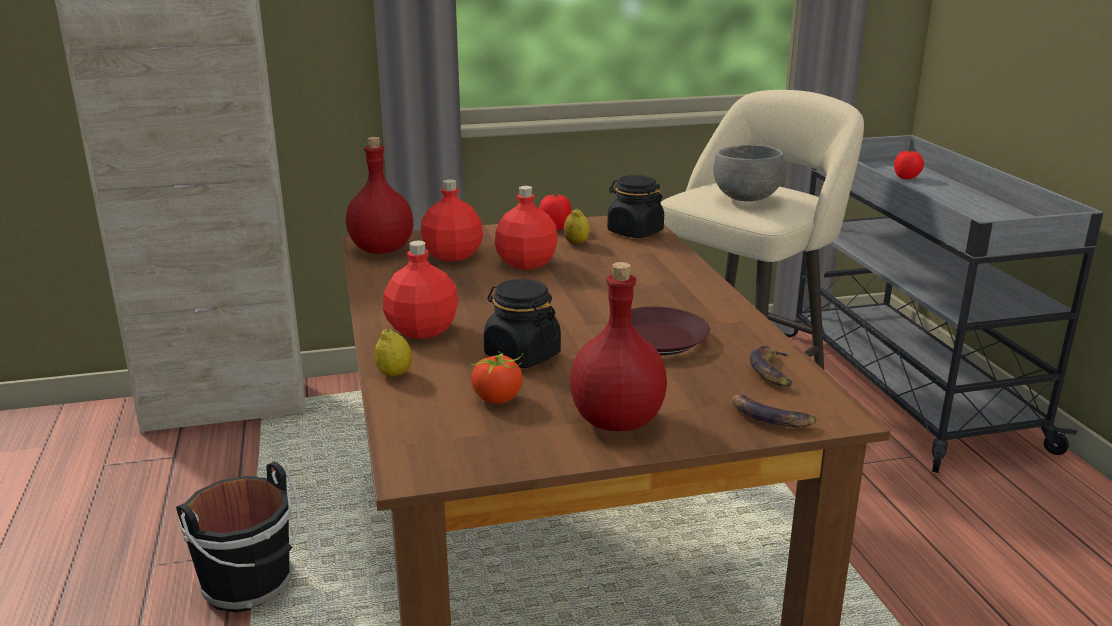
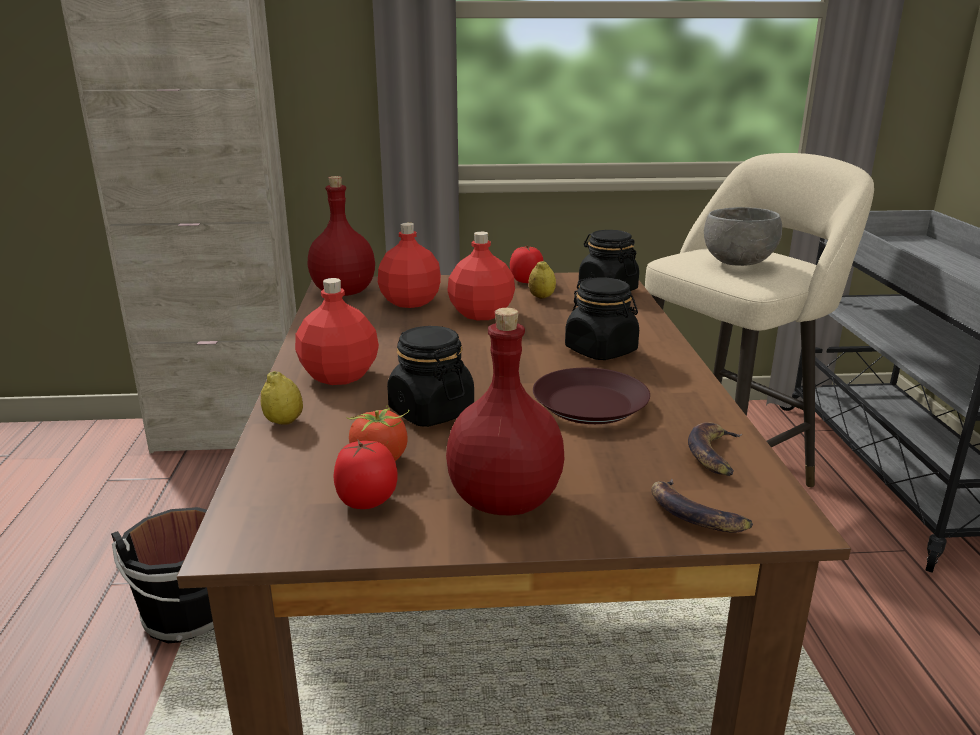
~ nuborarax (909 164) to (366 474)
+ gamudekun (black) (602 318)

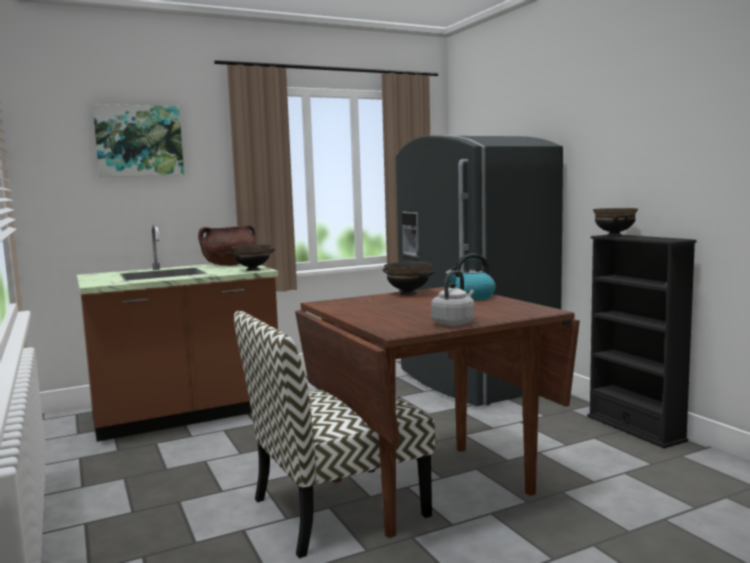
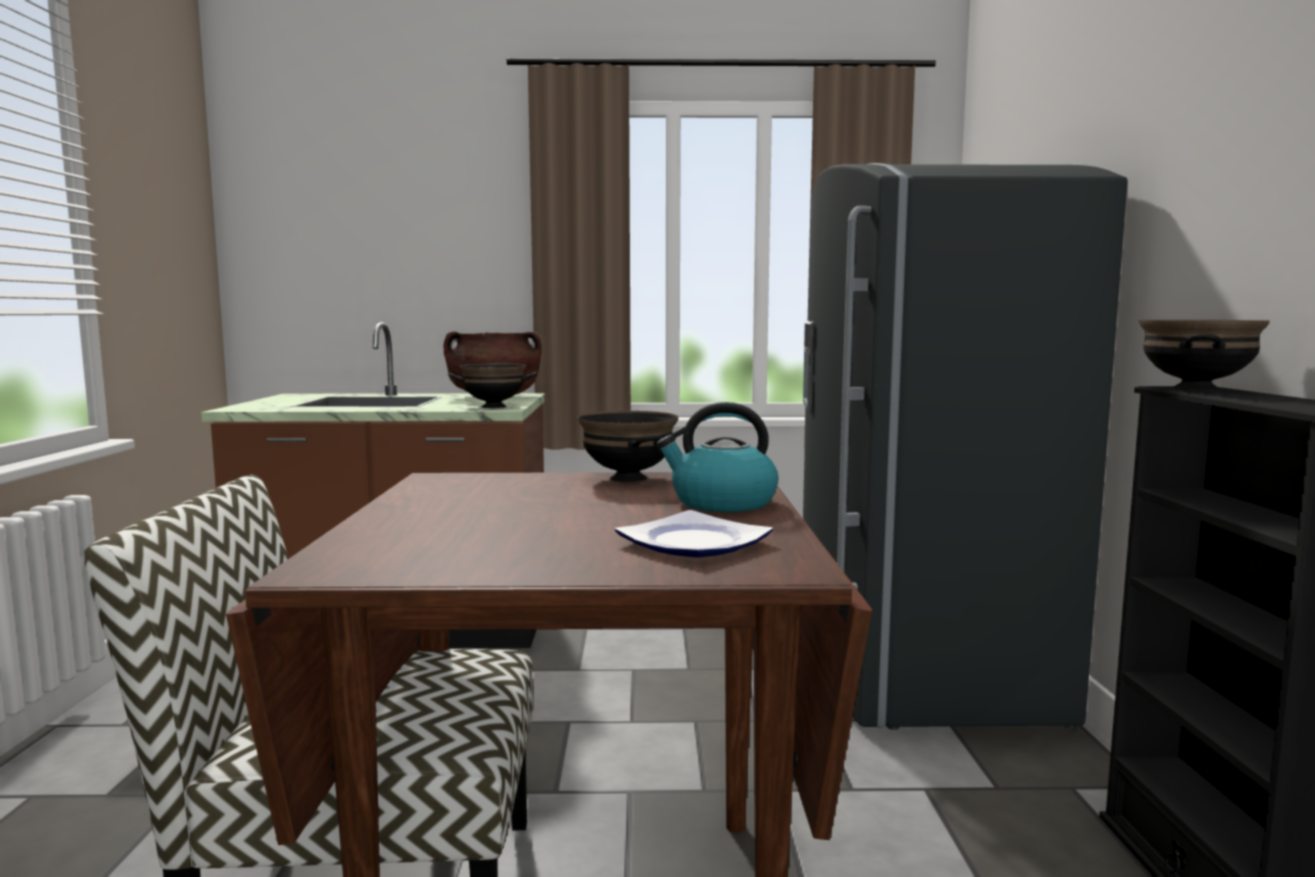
- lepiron (138 140)
- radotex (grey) (452 298)
+ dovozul (694 534)

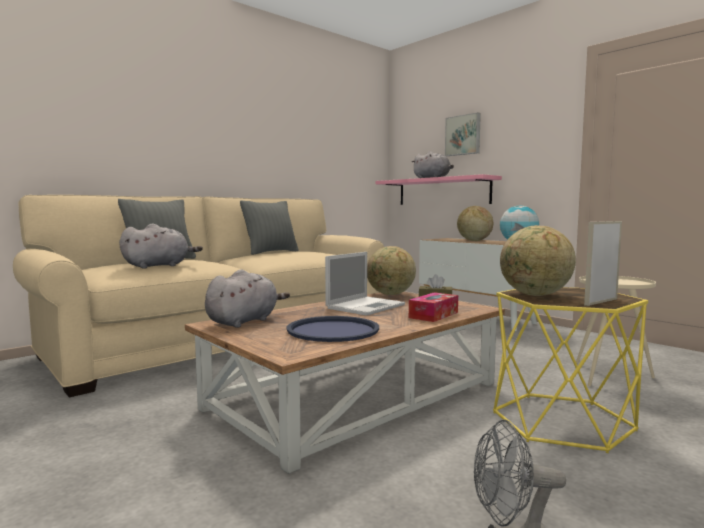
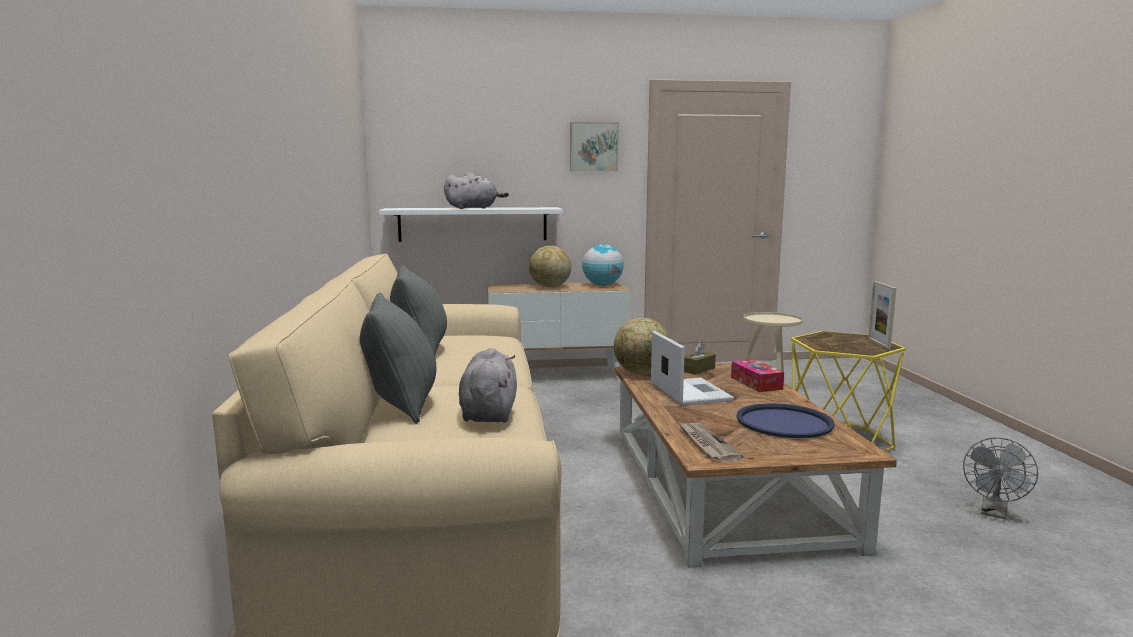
~ lepiron (463 134) to (594 147)
~ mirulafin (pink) (439 189) to mirulafin (white) (471 224)
- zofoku (538 260)
~ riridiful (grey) (247 298) to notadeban (712 442)

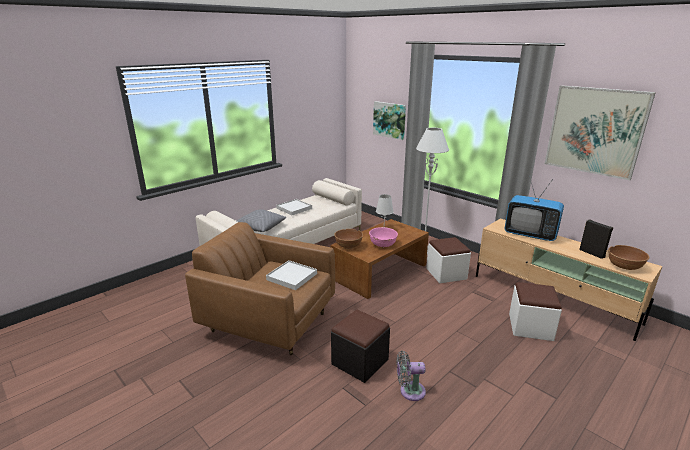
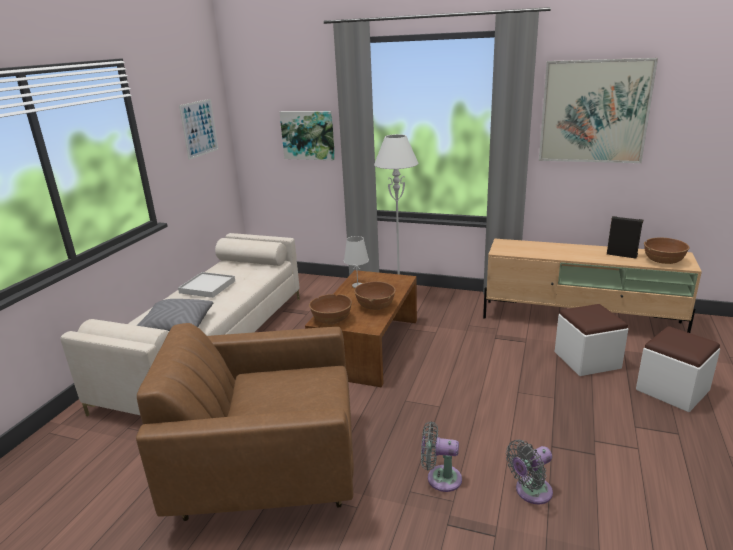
- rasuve (534 208)
~ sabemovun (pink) (383 237) to sabemovun (brown) (375 295)
~ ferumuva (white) (448 260) to (678 369)
- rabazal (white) (291 275)
~ ferumuva (black) (360 346) to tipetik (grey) (441 456)
+ lepiron (198 129)

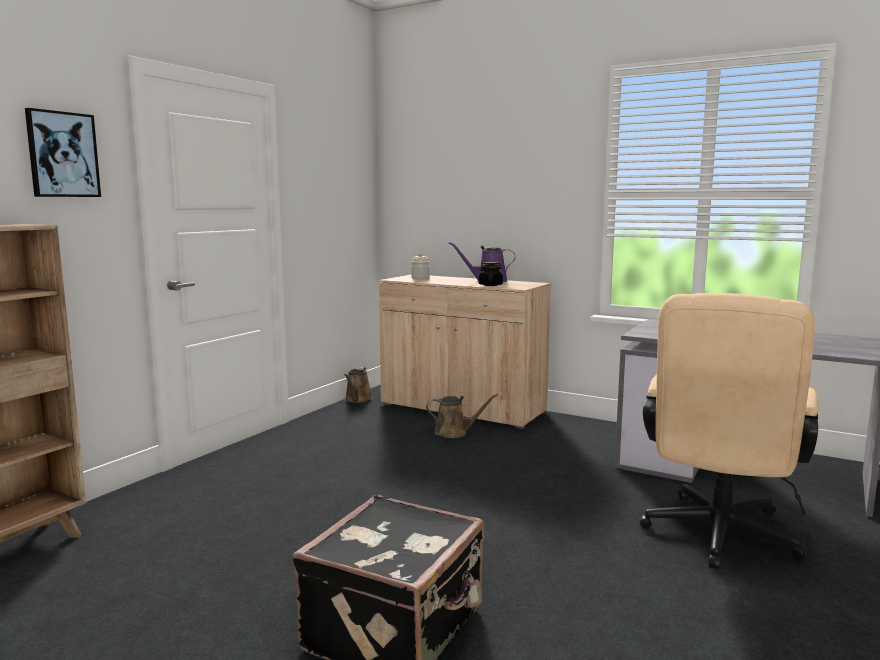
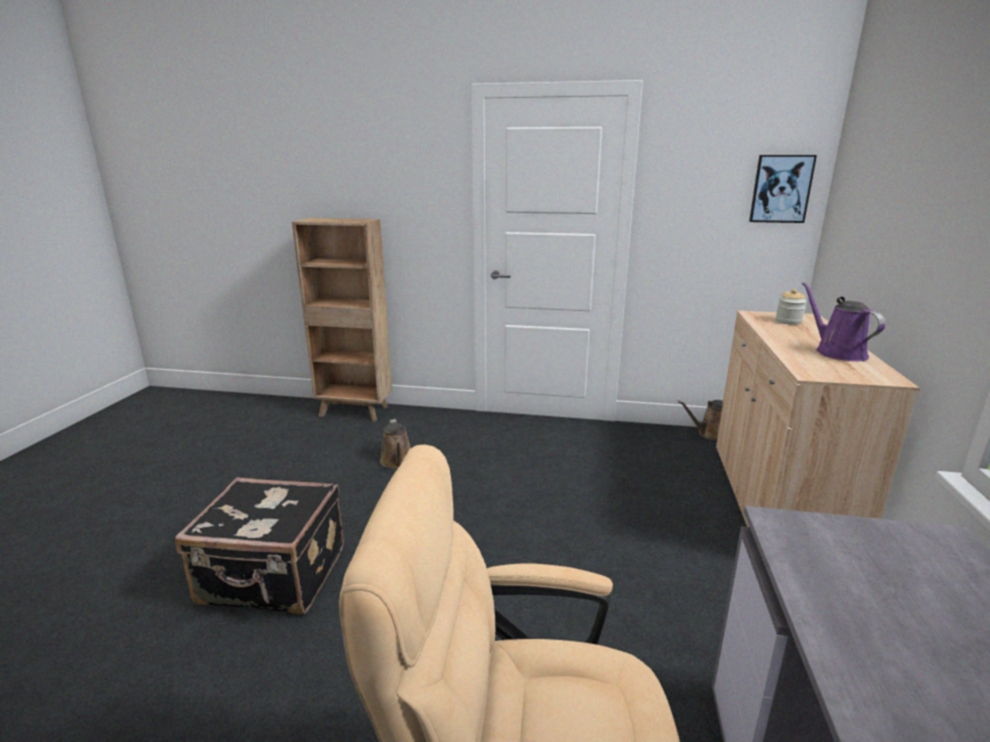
~ lepiron (63 152) to (783 189)
- gamudekun (black) (491 274)
~ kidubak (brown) (462 416) to (395 443)

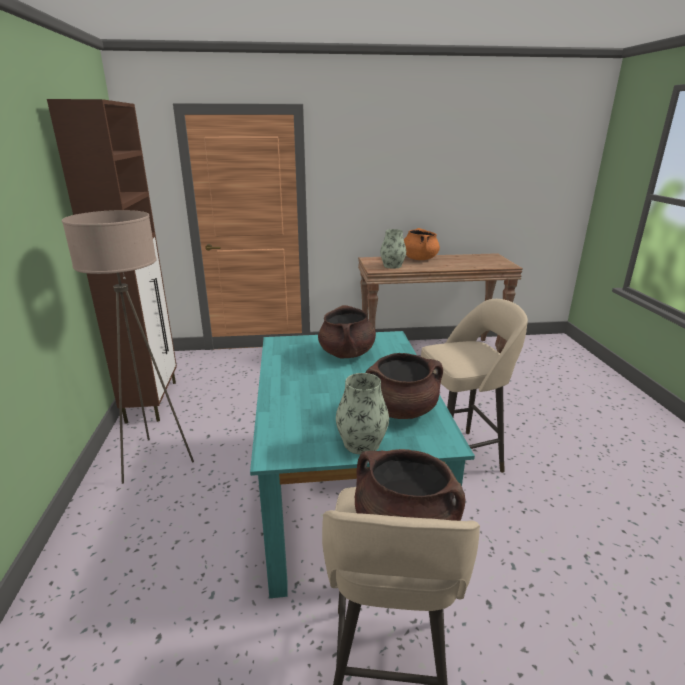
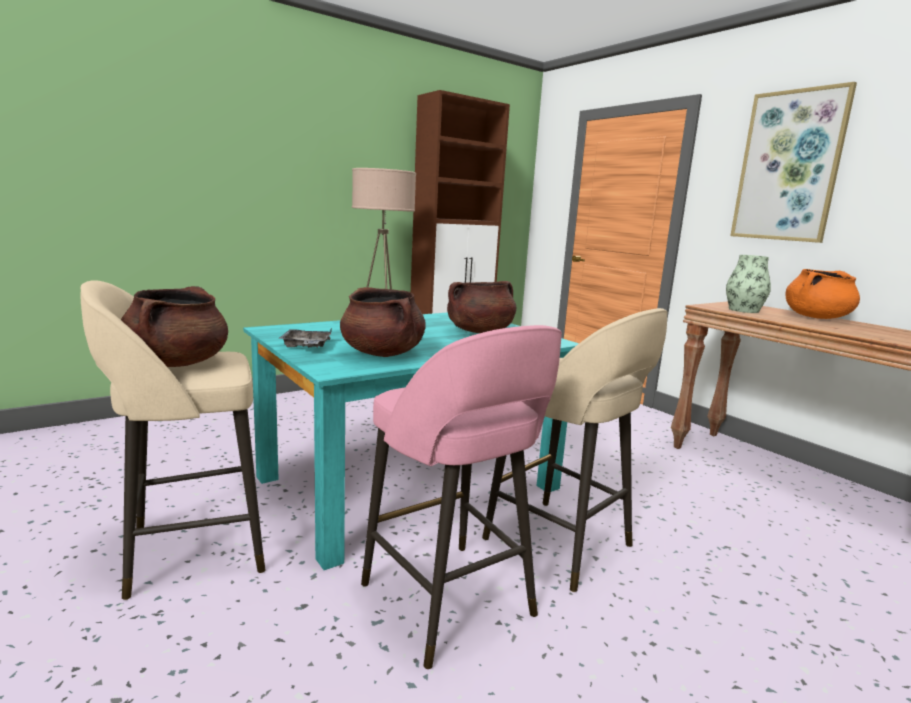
~ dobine (362 414) to rabazal (grey) (305 338)
+ lepiron (793 162)
+ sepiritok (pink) (461 497)

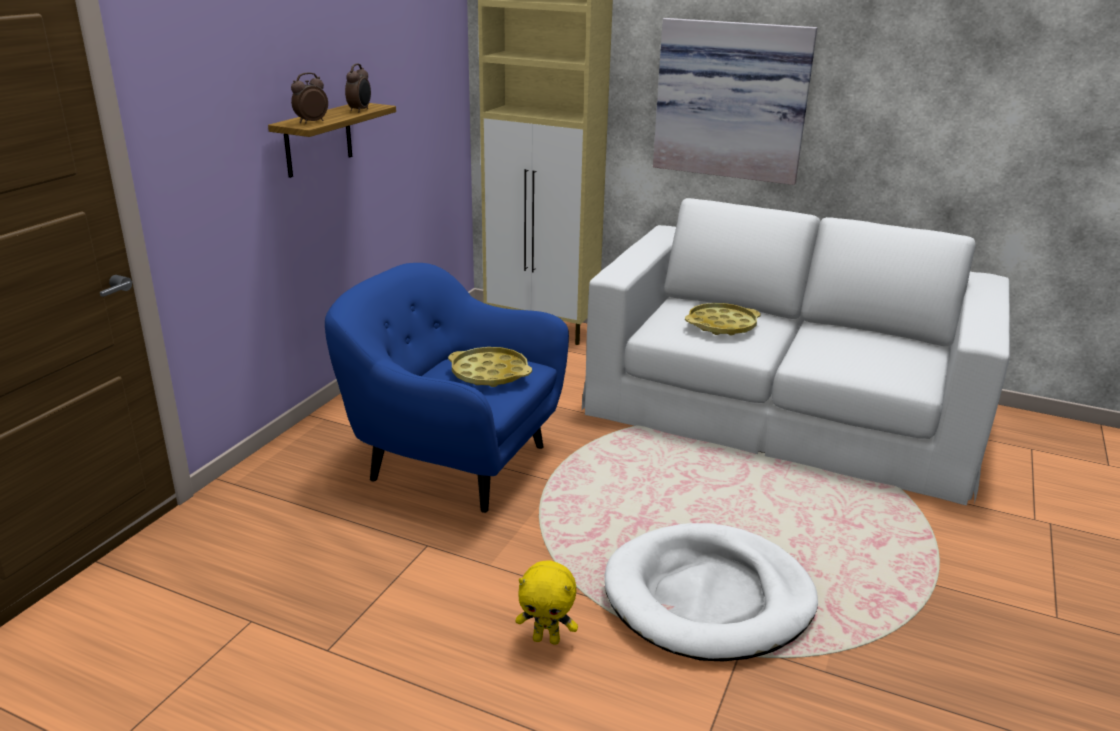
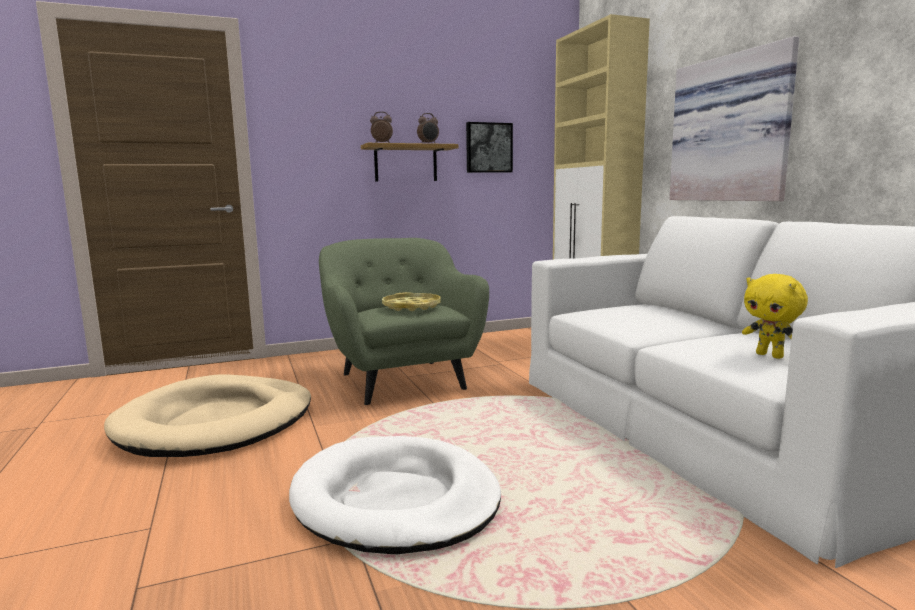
~ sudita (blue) (447 388) to sudita (green) (404 321)
- rabazal (yellow) (723 319)
~ riridiful (yellow) (546 602) to (775 316)
+ lepiron (489 147)
+ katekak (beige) (207 415)

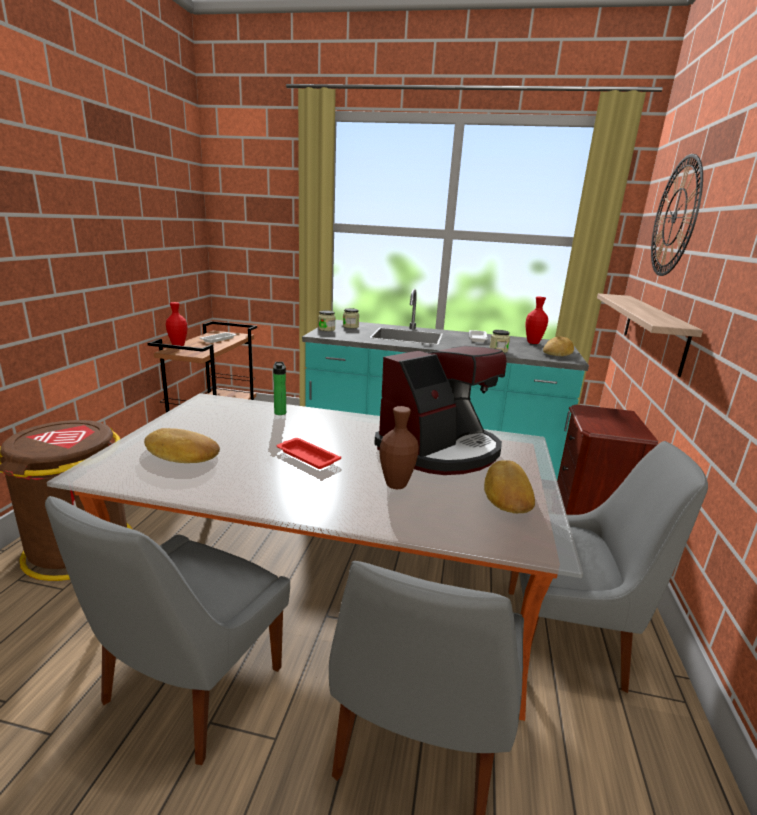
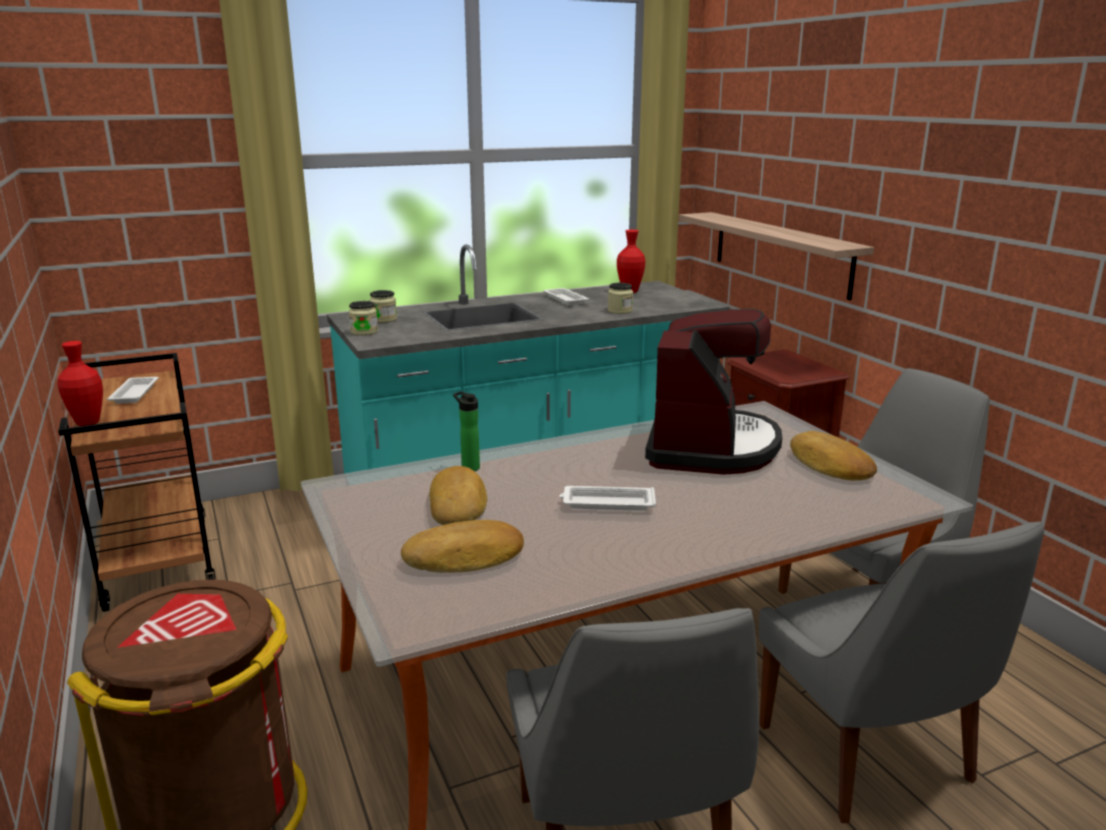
- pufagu (677 215)
~ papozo (558 346) to (458 495)
- dobine (brown) (399 447)
~ rabazal (red) (309 453) to rabazal (white) (607 498)

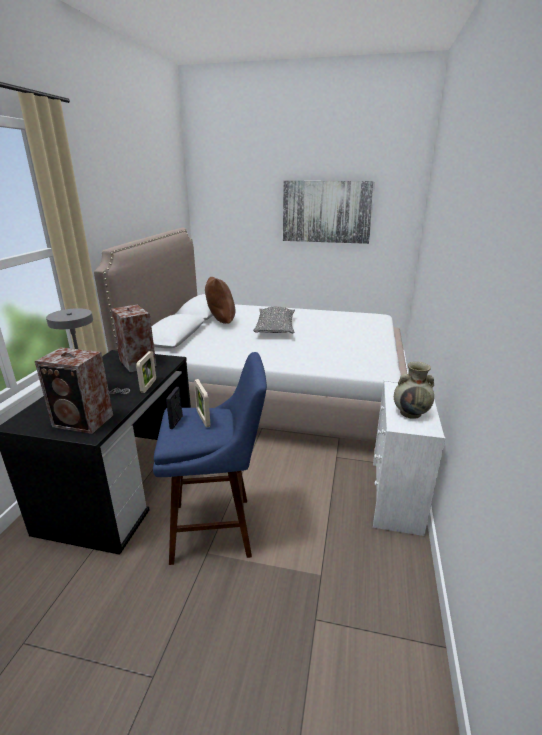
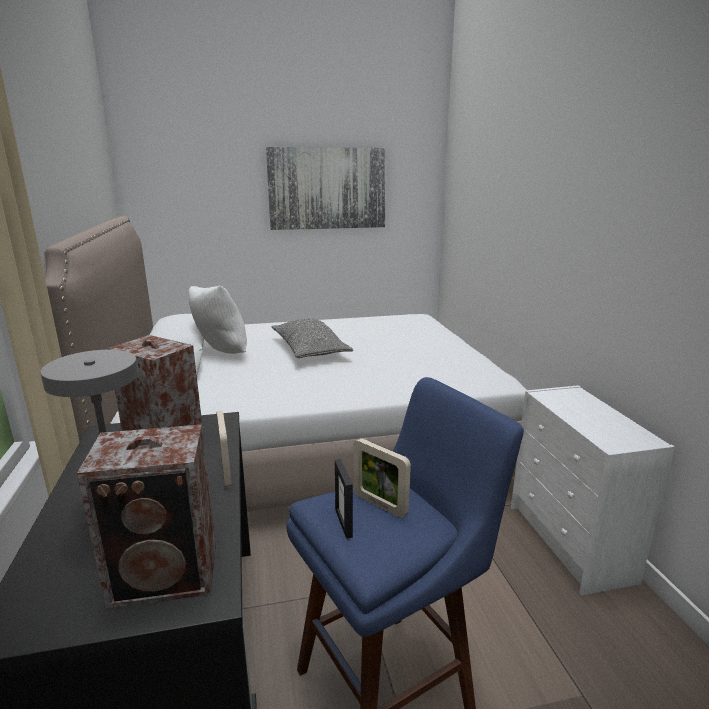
~ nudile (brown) (220 300) to nudile (white) (218 319)
- dobine (beige) (414 390)

